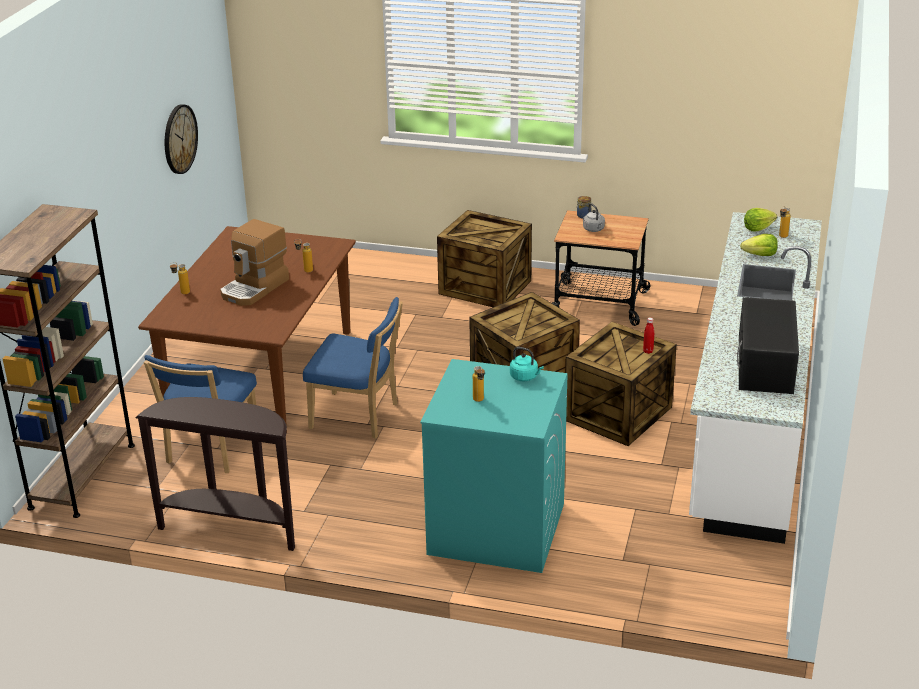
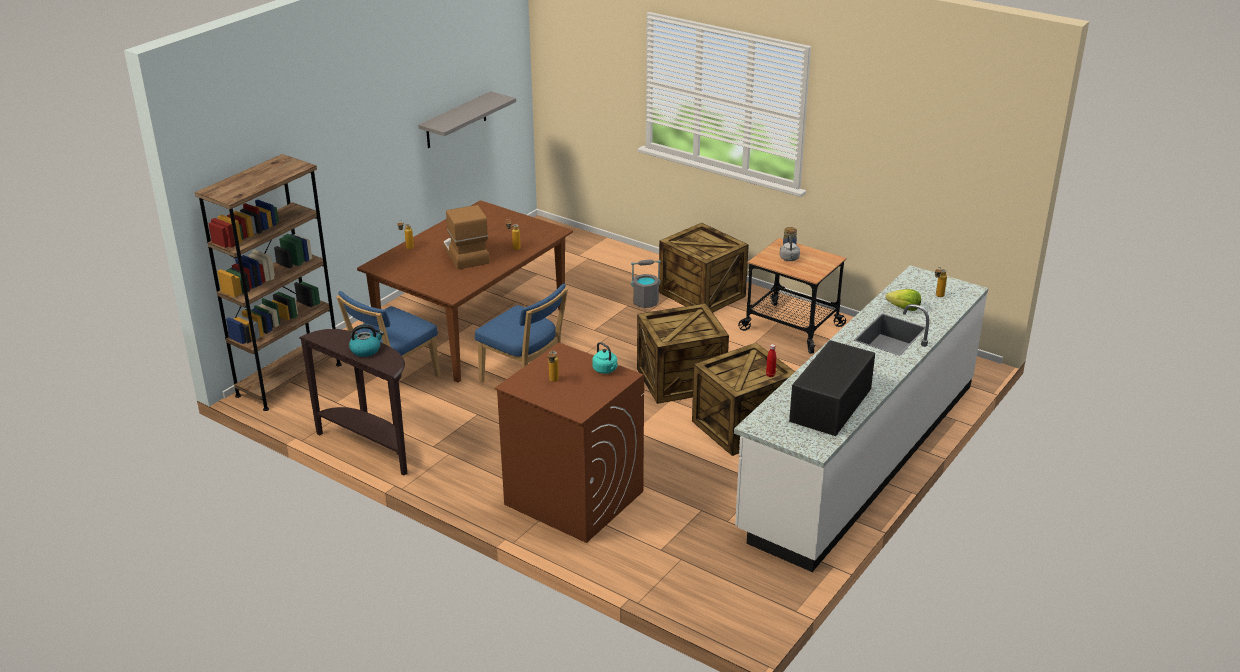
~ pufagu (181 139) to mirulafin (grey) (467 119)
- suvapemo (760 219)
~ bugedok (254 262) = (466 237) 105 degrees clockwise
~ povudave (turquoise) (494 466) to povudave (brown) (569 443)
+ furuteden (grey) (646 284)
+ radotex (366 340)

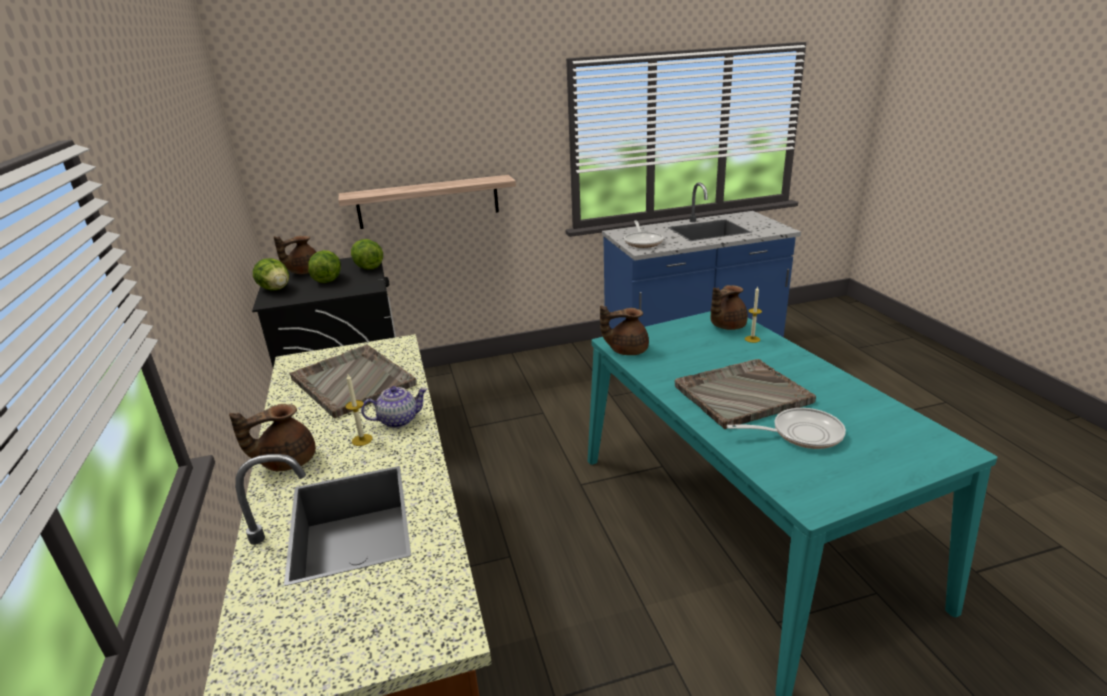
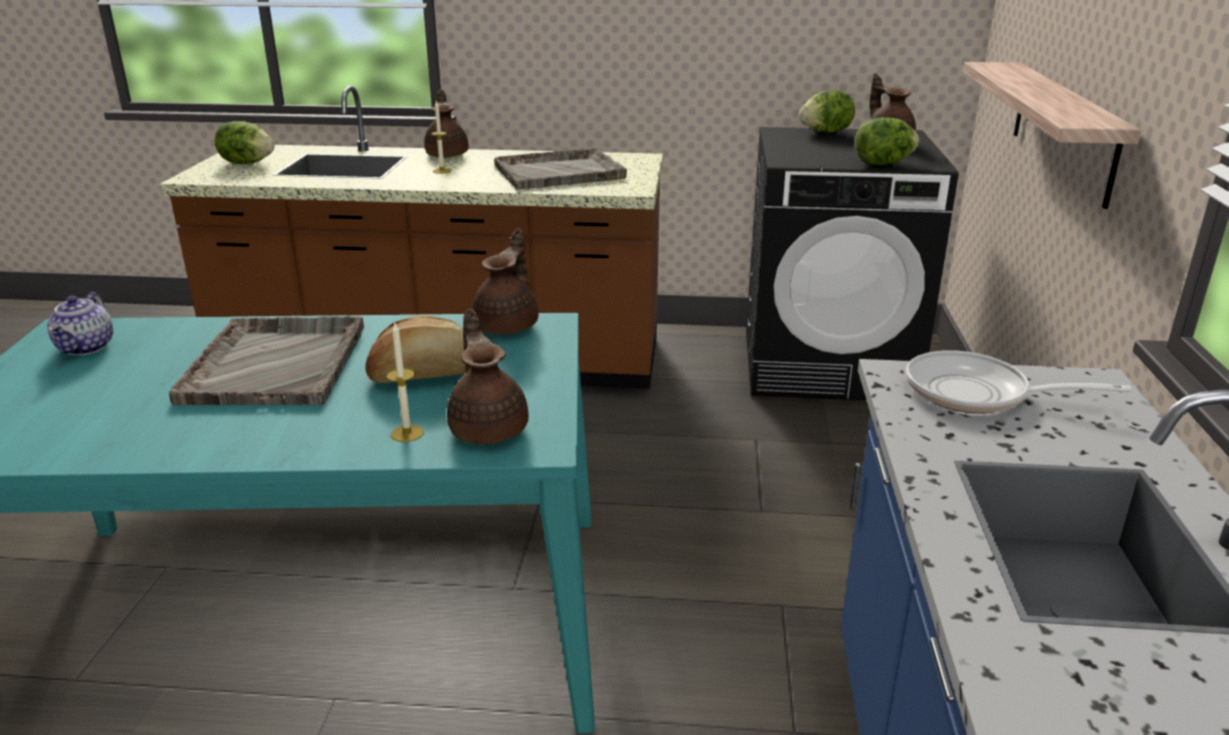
~ suvapemo (324 266) to (245 142)
~ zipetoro (394 407) to (80 323)
- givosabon (786 428)
+ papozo (415 349)

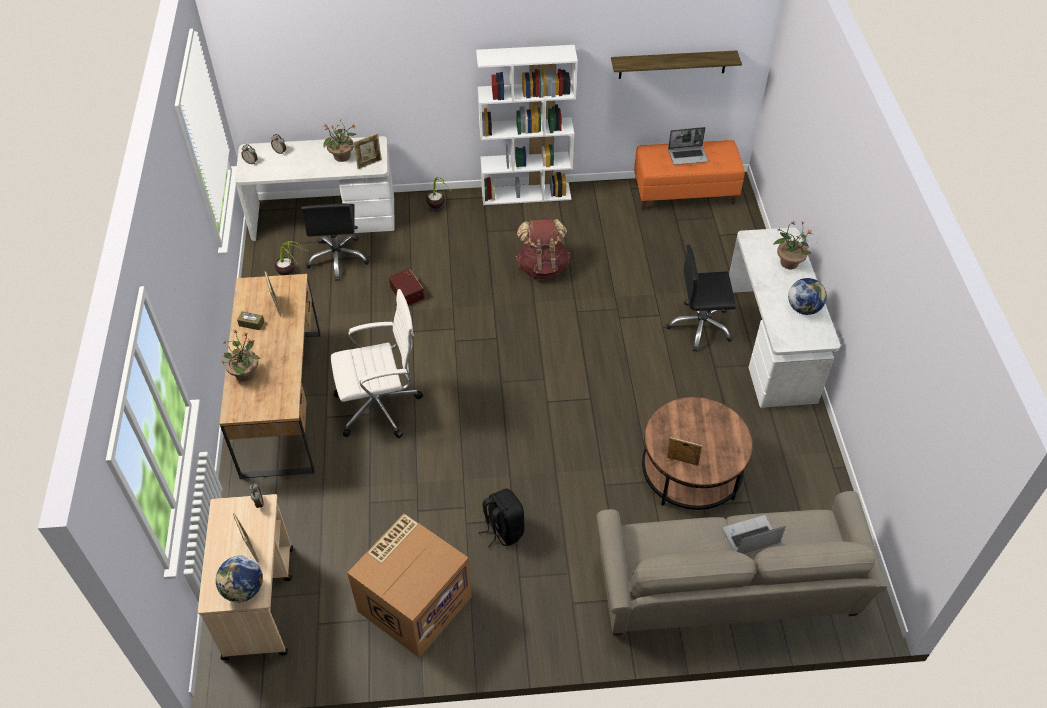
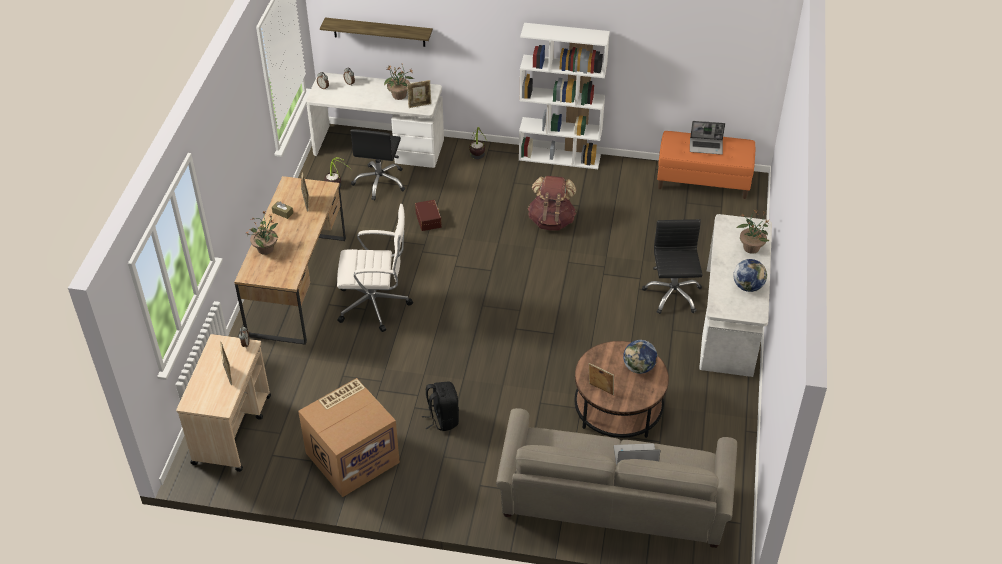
~ mirulafin (676 64) to (376 32)
~ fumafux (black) (701 298) = (672 266) 75 degrees clockwise
~ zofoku (239 579) to (640 357)

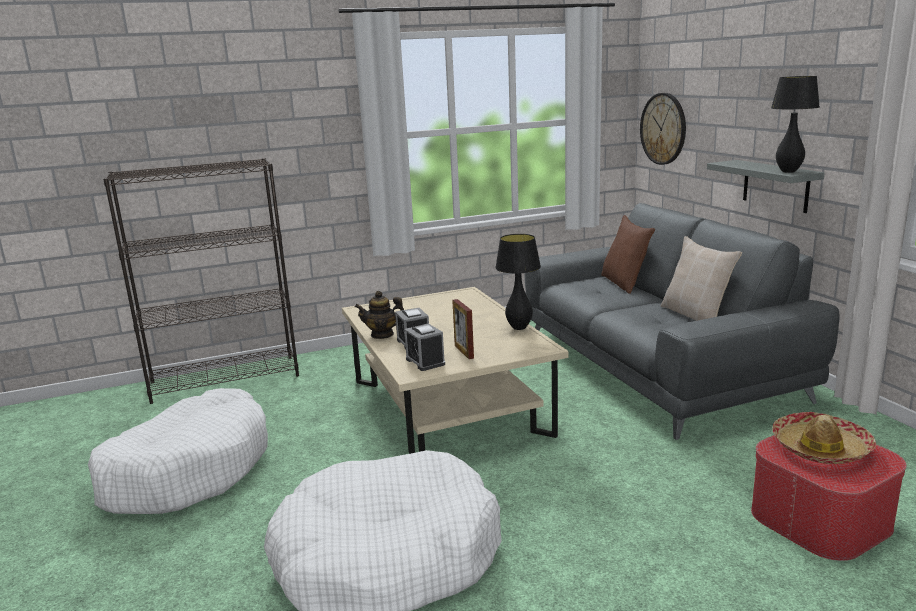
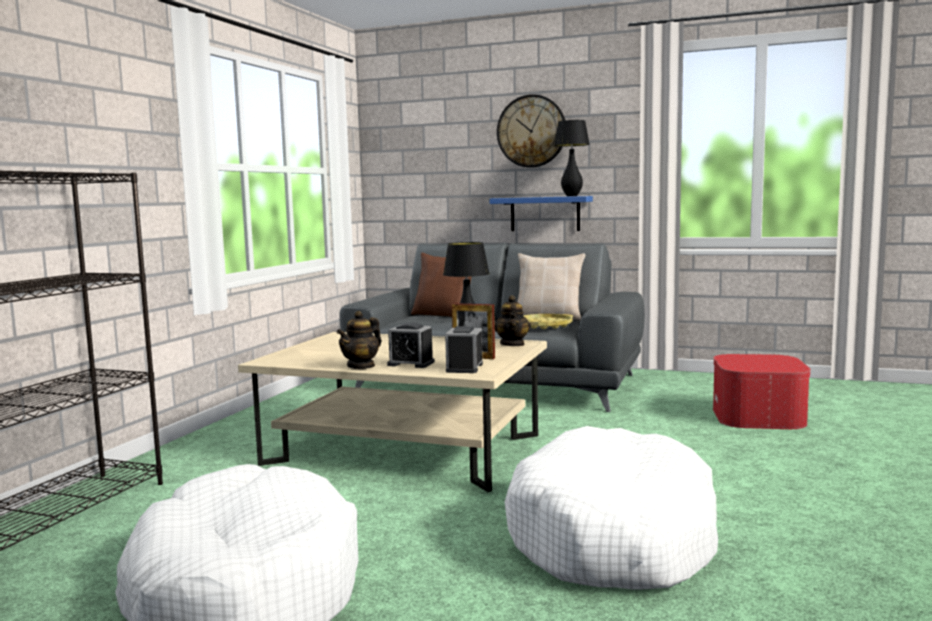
~ pufagu (663 129) to (531 130)
~ mirulafin (grey) (766 186) to mirulafin (blue) (541 213)
~ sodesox (424 347) = (464 349) 90 degrees clockwise
- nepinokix (824 438)
+ zipetoro (513 320)
+ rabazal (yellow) (548 321)

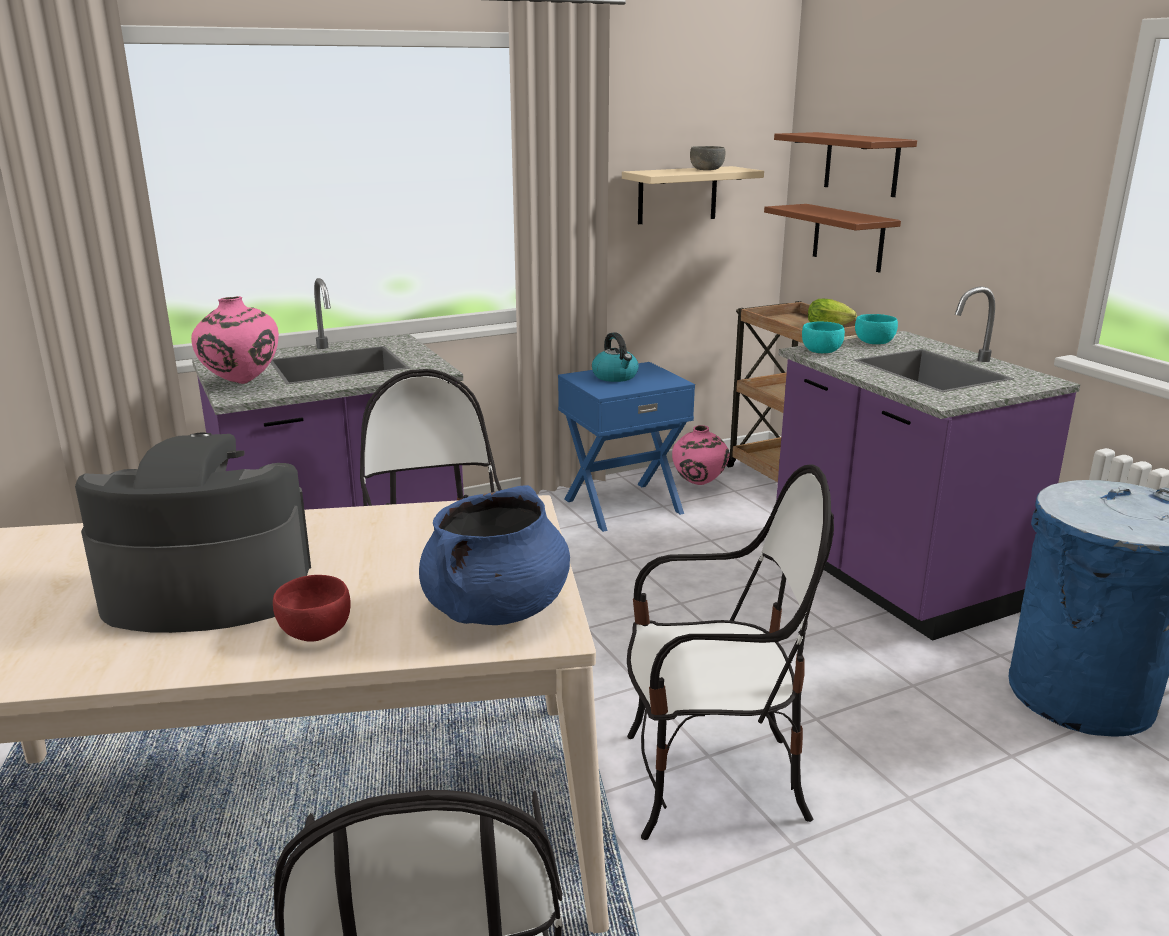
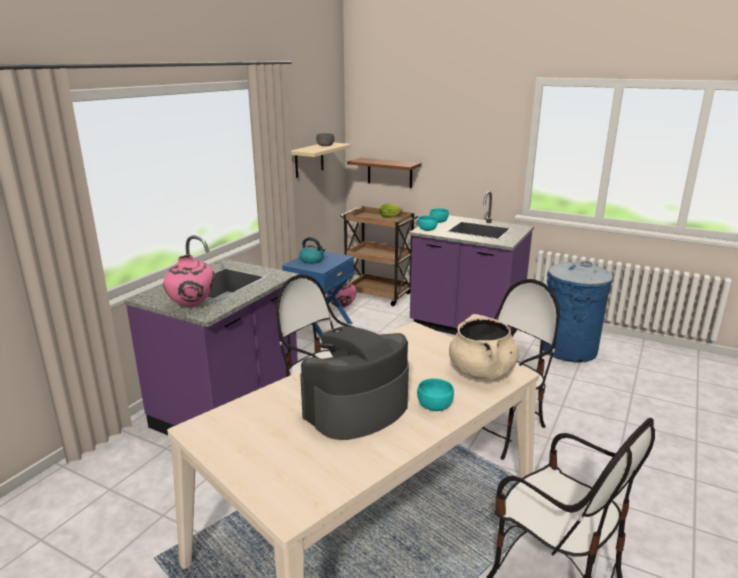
- mirulafin (brown) (845 164)
~ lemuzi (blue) (494 555) to lemuzi (beige) (484 347)
~ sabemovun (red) (312 608) to sabemovun (turquoise) (435 394)

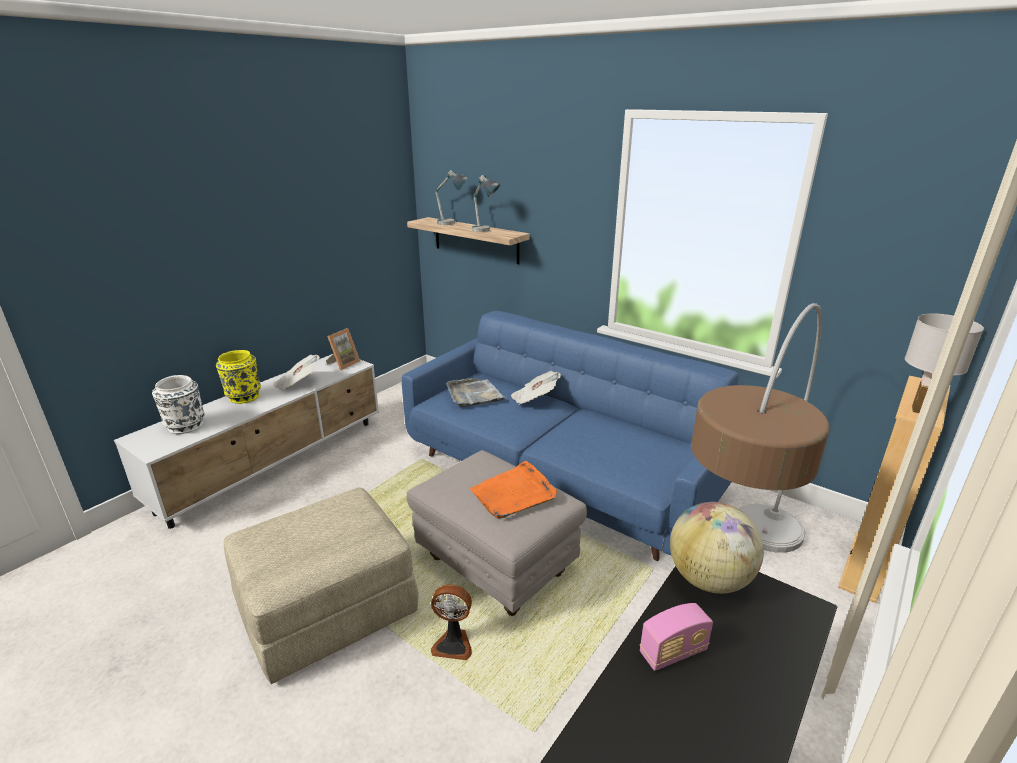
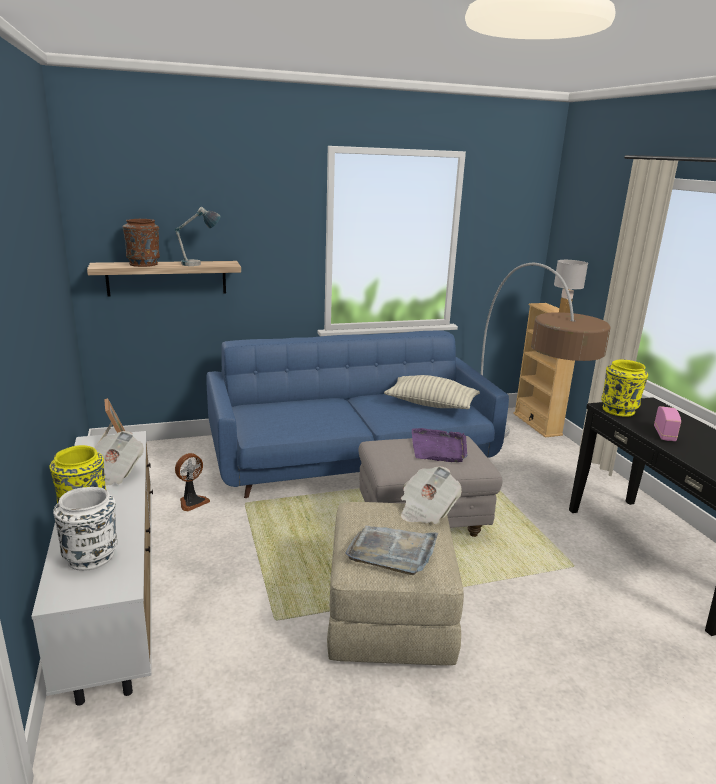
~ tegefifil (451 197) to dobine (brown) (141 243)
~ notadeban (536 388) to (431 495)
~ rabazal (grey) (476 392) to (391 550)
~ rabazal (orange) (513 490) to rabazal (purple) (439 445)
~ zofoku (717 548) to dobine (yellow) (624 388)
~ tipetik (451 622) to (192 482)
+ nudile (432 392)

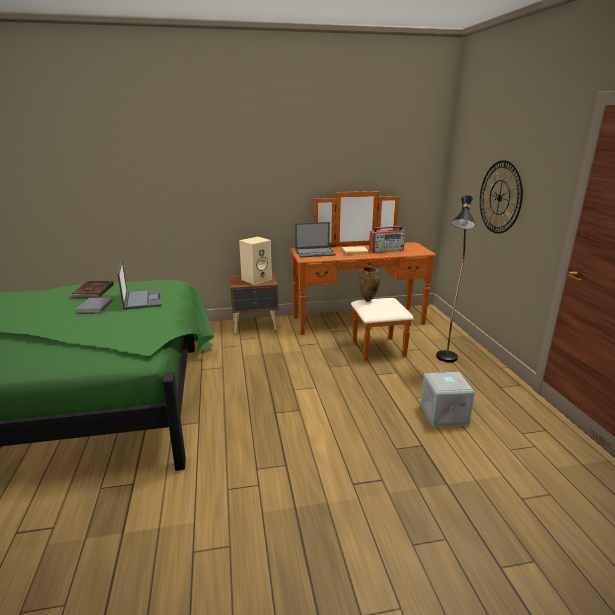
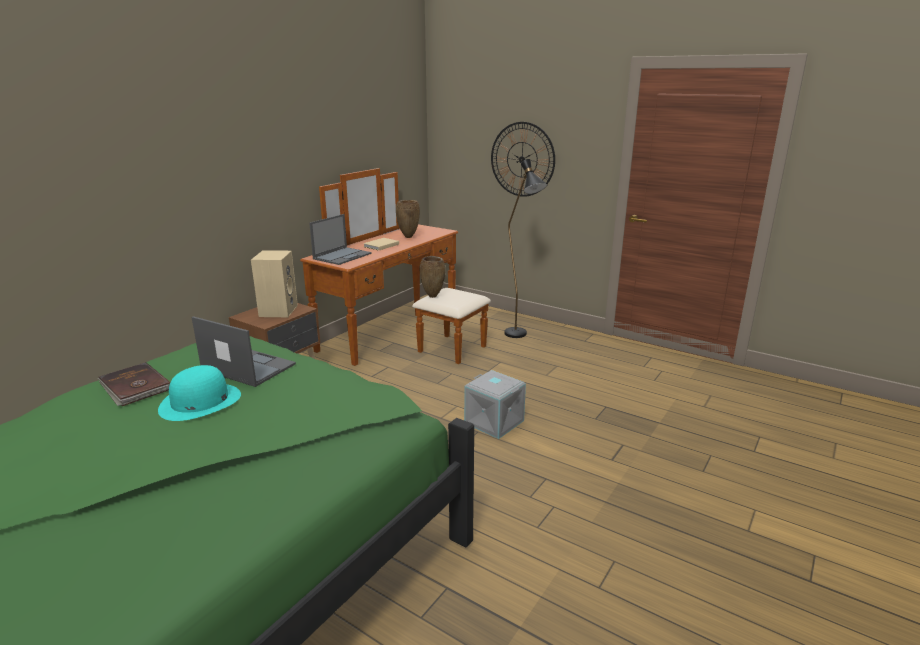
~ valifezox (387 239) to dobine (brown) (408 219)
~ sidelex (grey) (94 305) to nepinokix (turquoise) (199 393)
~ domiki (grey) (447 399) to (495 404)

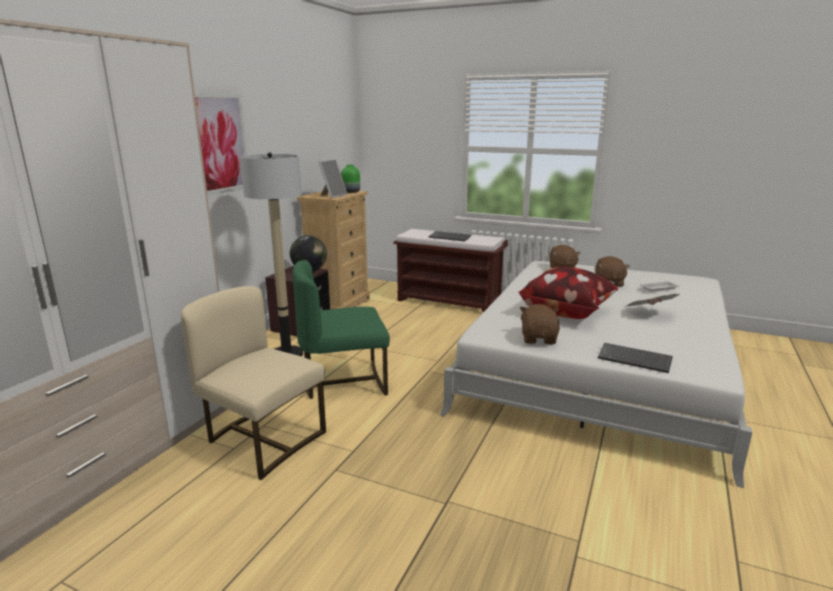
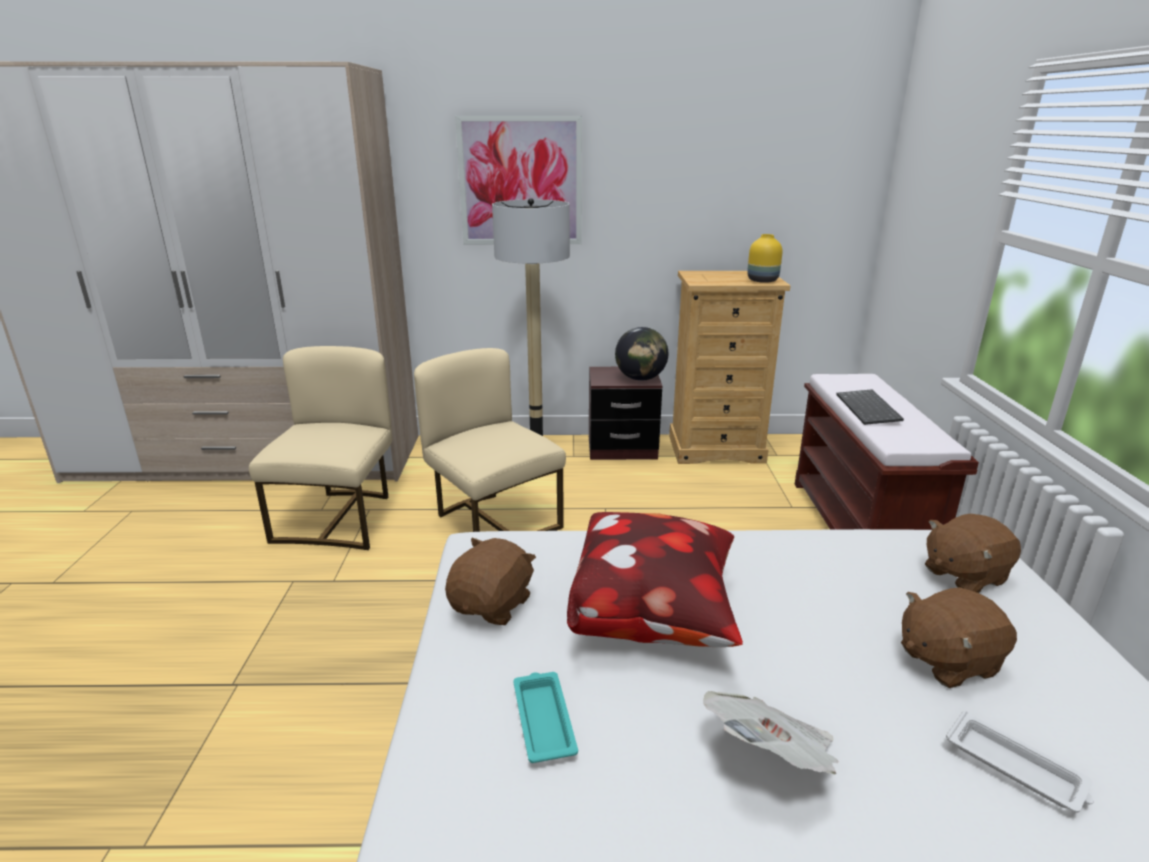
- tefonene (333 178)
~ dobine (green) (350 179) to dobine (yellow) (765 258)
~ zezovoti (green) (341 329) to zezovoti (beige) (490 440)
~ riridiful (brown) (540 324) = (490 581) 45 degrees counterclockwise
- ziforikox (635 358)
+ rabazal (turquoise) (545 717)

